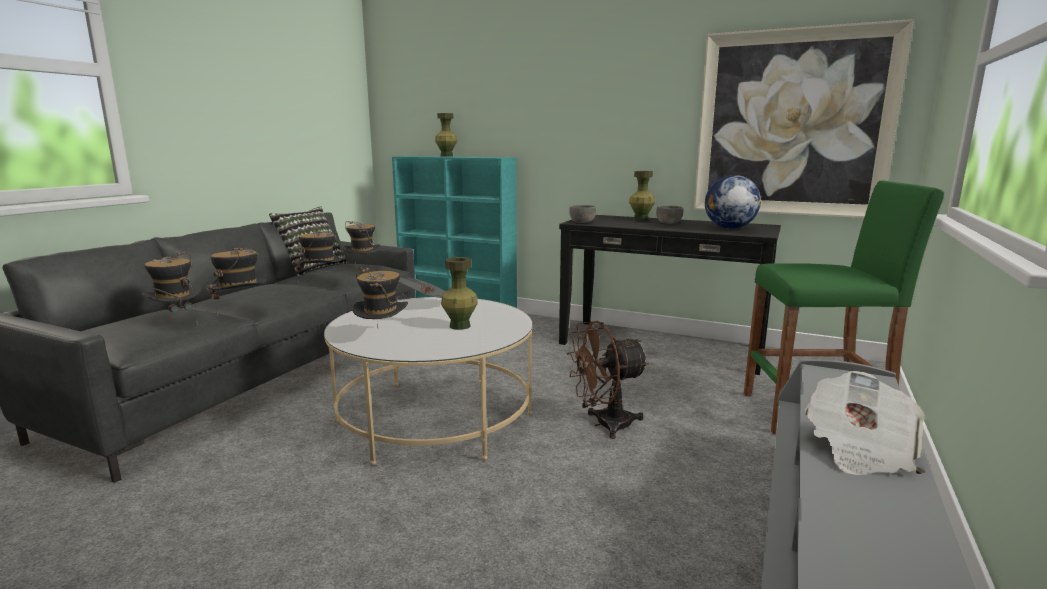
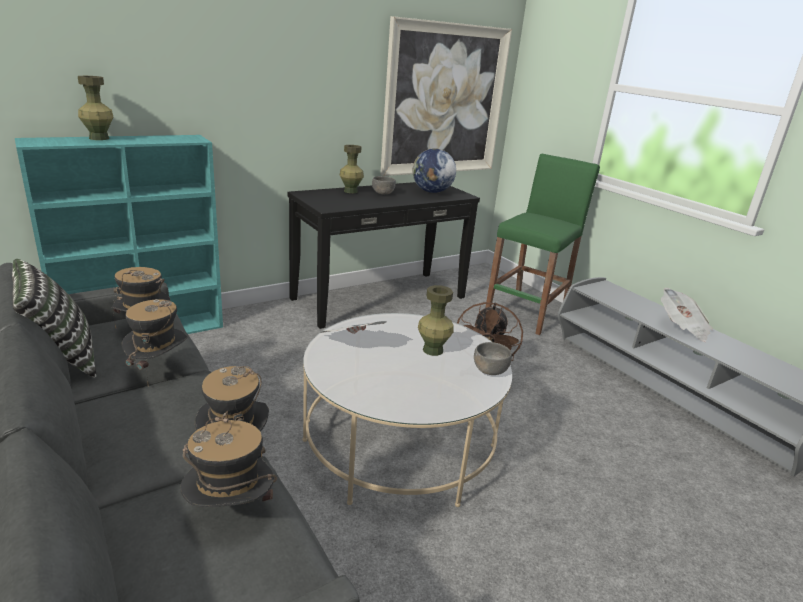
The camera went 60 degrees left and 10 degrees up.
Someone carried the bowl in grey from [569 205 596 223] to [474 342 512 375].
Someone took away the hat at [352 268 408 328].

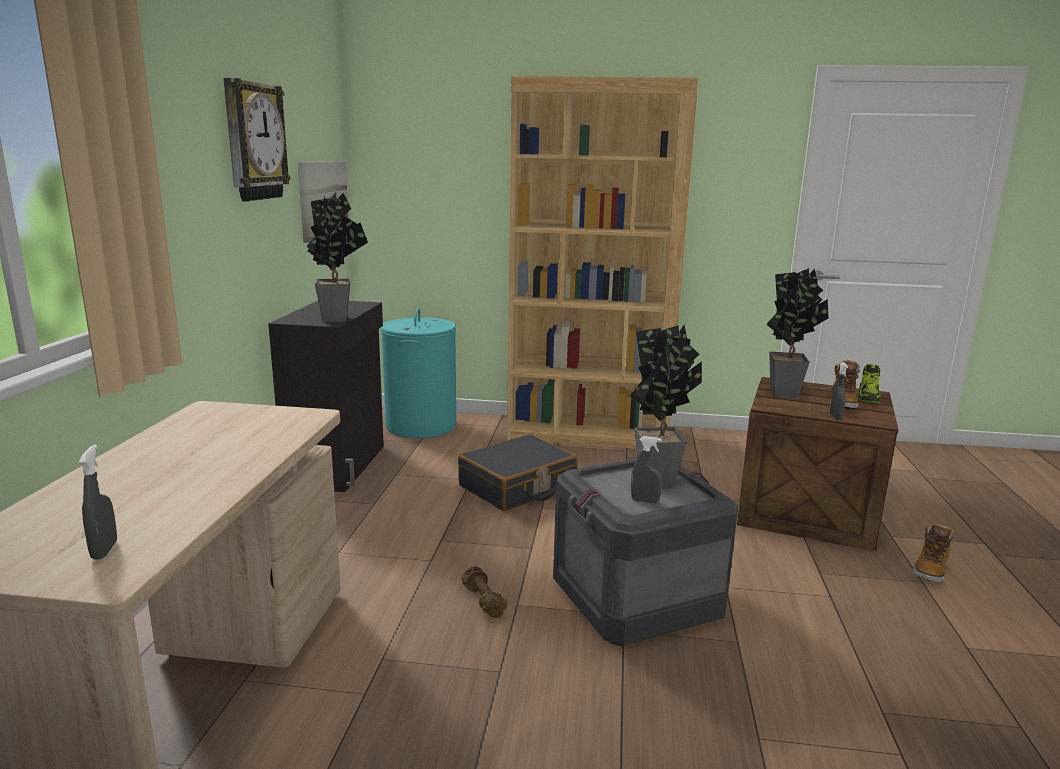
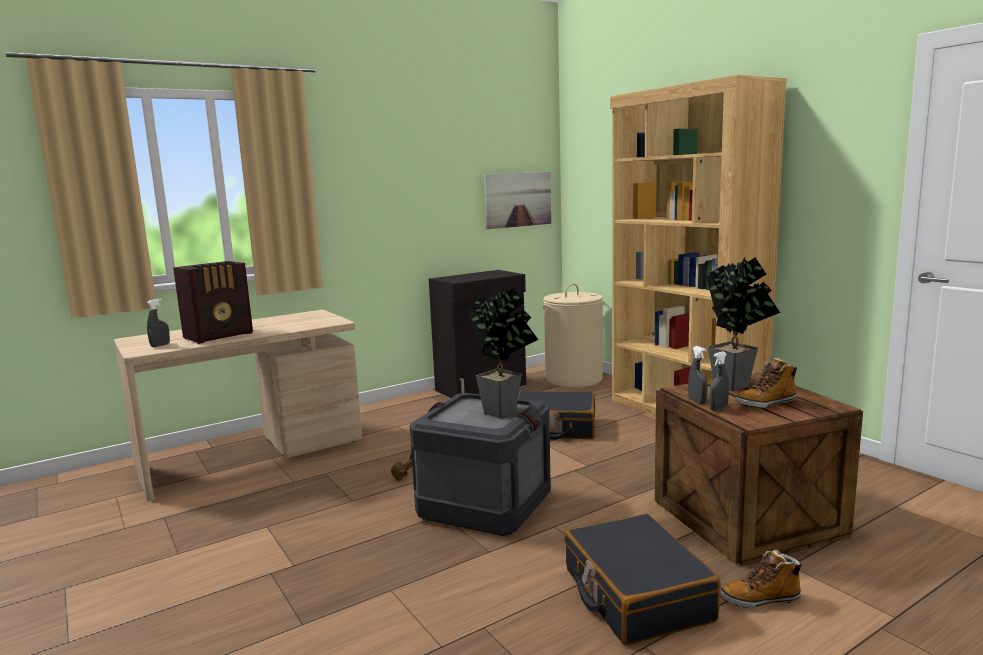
The camera went 50 degrees right and 5 degrees down.
Someone took away the wall clock at [223 78 291 201].
Someone took away the potted plant at [307 193 368 322].
Someone repainted the laundry basket in turquoise at [381 308 456 438], which became the laundry basket in beige at [543 283 603 387].
Someone took away the shoe at [858 364 881 404].
Someone carried the spray bottle in grey from [631 436 662 503] to [688 346 708 404].
Someone put down the radio at [173 261 253 344].
Someone put down the suitcase in black at [564 514 721 645].

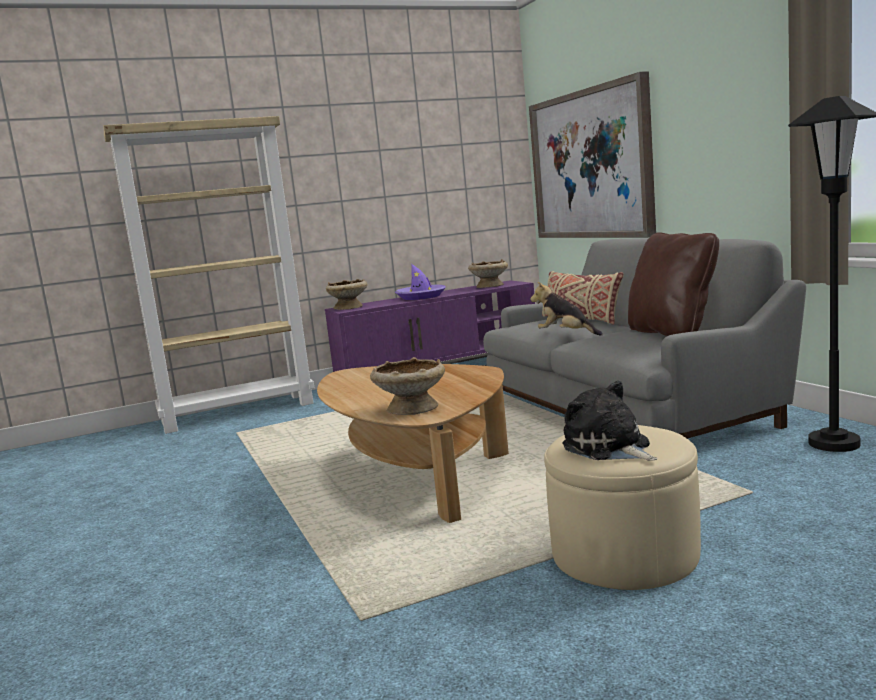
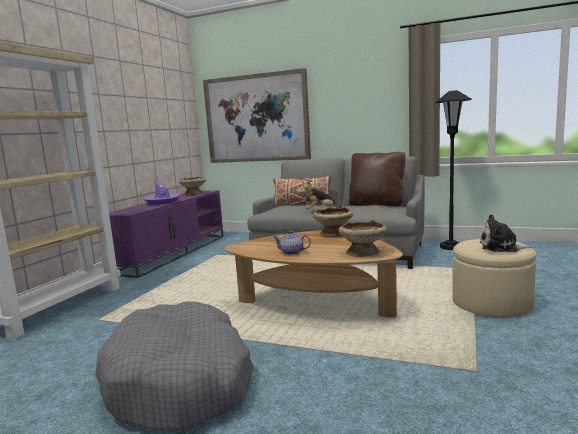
The camera went 45 degrees left and 0 degrees up.
Someone carried the bowl in beige from [326 279 368 310] to [313 207 353 237].
Someone put down the teapot at [272 230 311 255].
Someone put down the dog bed in grey at [96 302 254 432].

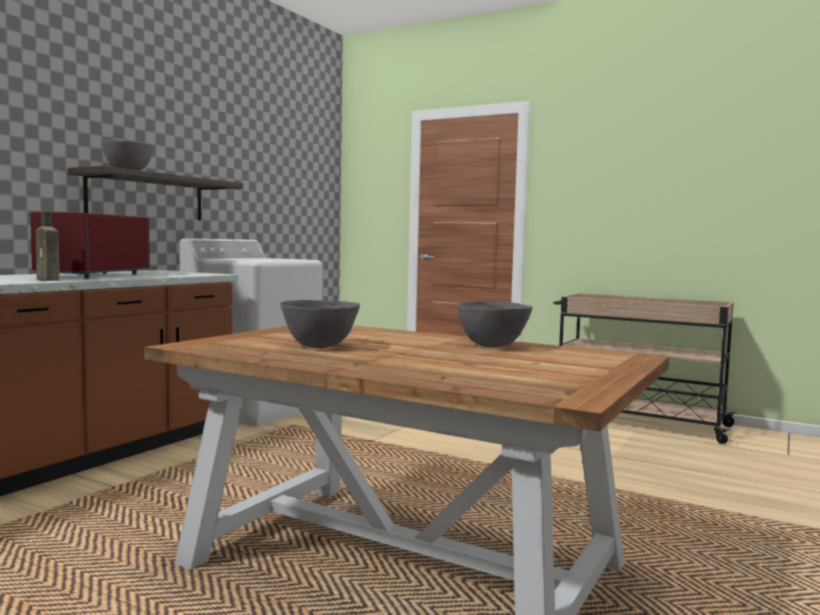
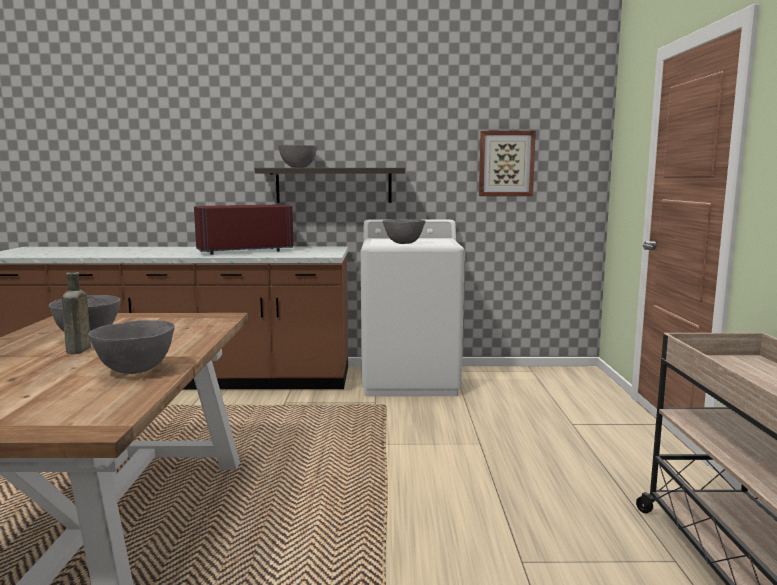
The camera went 60 degrees right and 5 degrees up.
Someone carried the bottle in brown from [36 211 60 281] to [62 272 91 354].
Someone put up the picture at [479 131 536 196].
Someone put down the bowl in grey at [383 219 425 244].

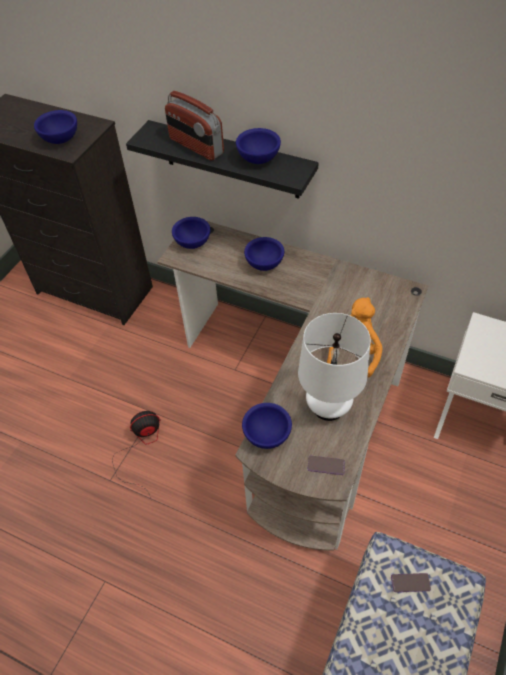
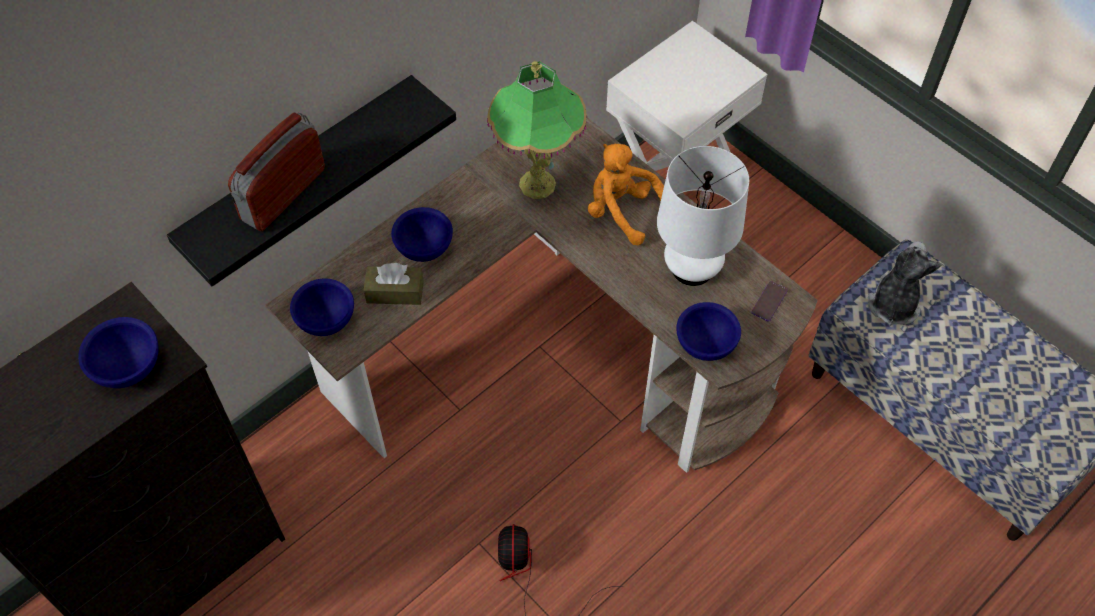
The camera went 70 degrees left and 5 degrees up.
Someone rotated the radio at [165 91 224 161] by 150 degrees clockwise.
Someone took away the bowl in blue at [236 128 281 164].
Someone swapped the phone at [391 573 431 592] for the plush toy at [868 241 942 326].
Someone put down the table lamp at [487 61 587 199].
Someone put down the tissue box in brown at [364 263 424 305].

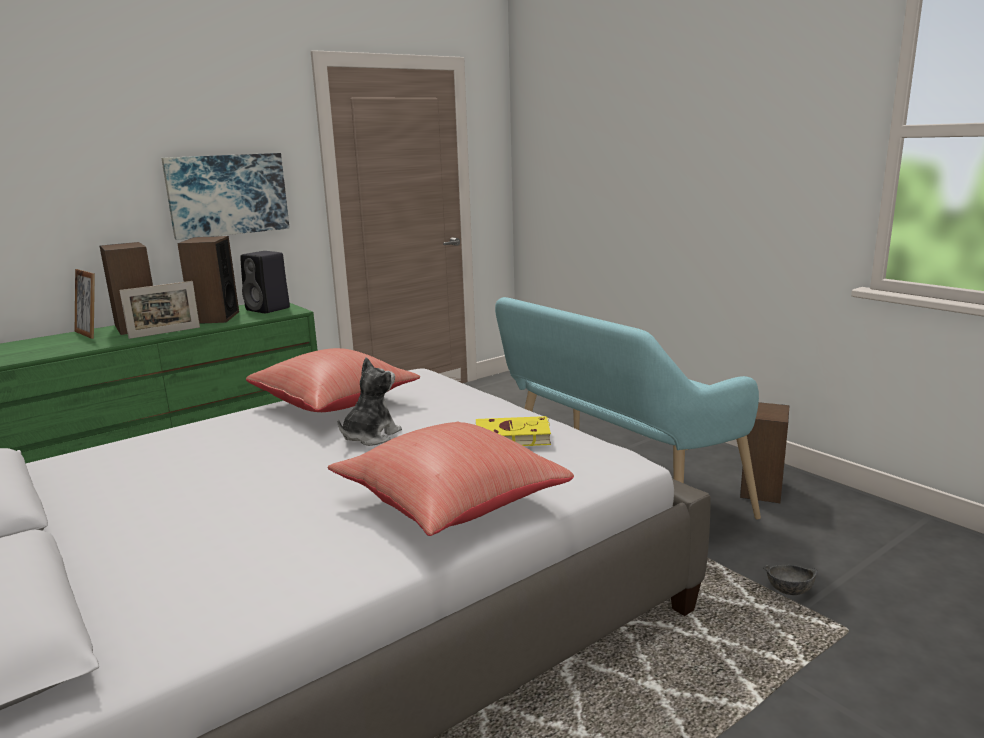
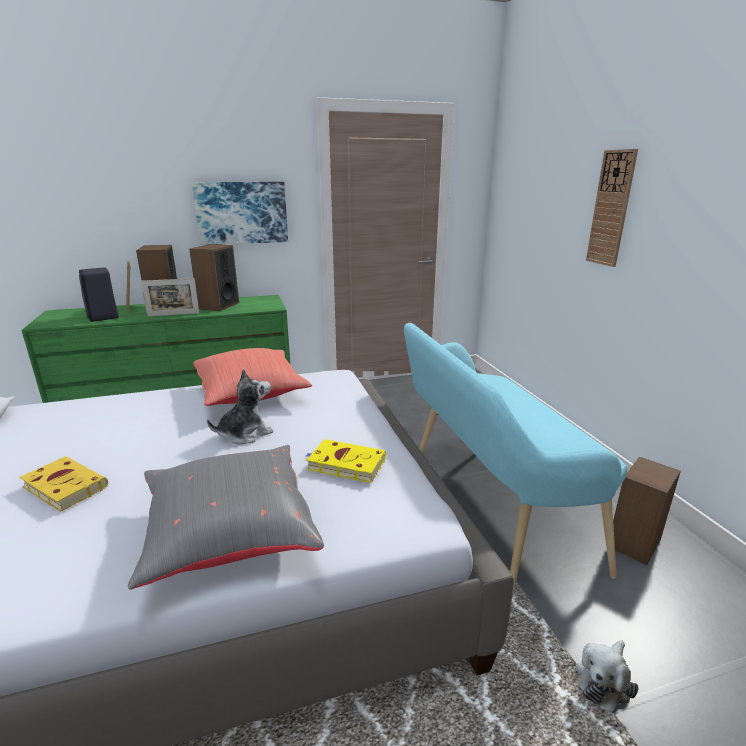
The camera went 20 degrees right and 5 degrees up.
Someone carried the speaker in black from [240 251 290 313] to [79 267 119 322].
Someone repainted the pillow in red at [328 422 574 536], which became the pillow in grey at [128 445 324 590].
Someone swapped the bowl in grey at [763 564 818 595] for the plush toy at [575 640 638 713].
Someone put up the wall clock at [586 149 638 267].
Someone put down the book in yellow at [19 456 108 512].

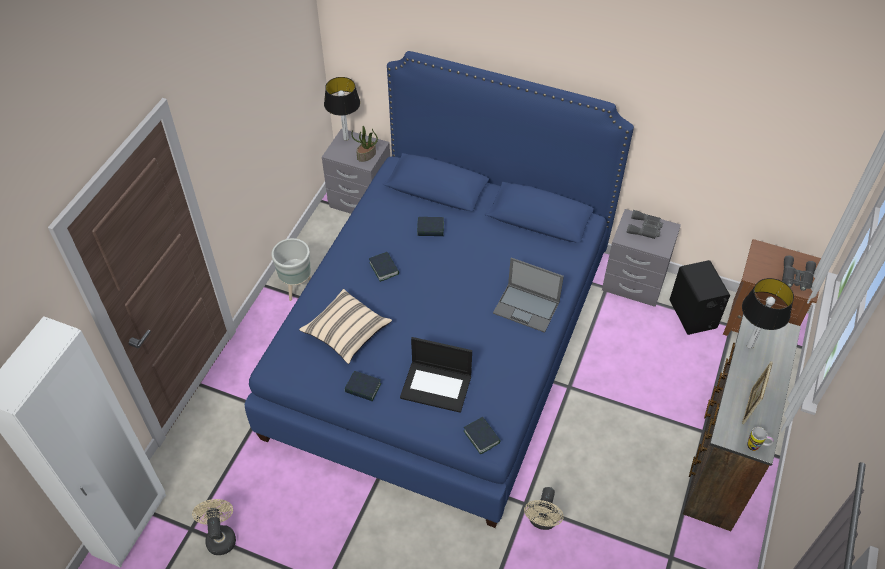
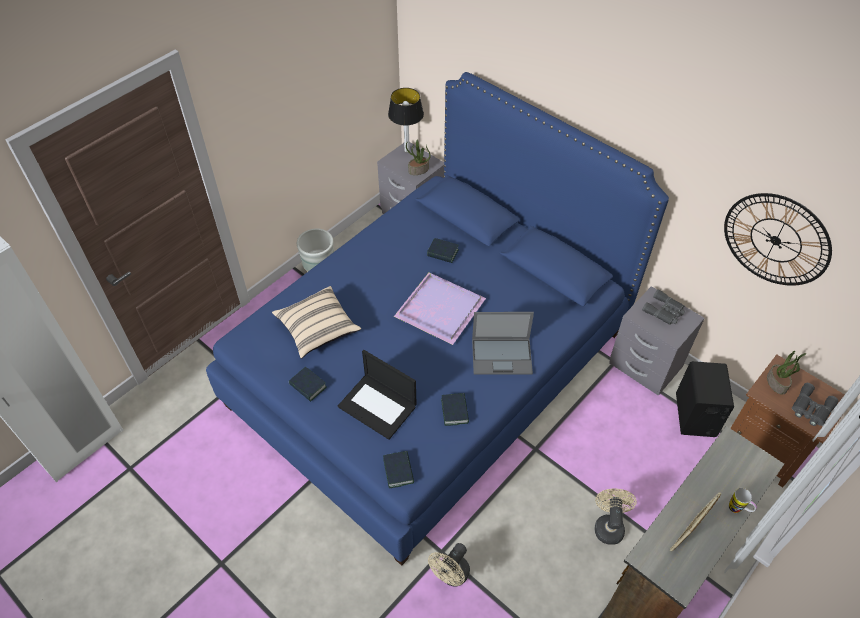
The camera went 20 degrees right and 0 degrees up.
Someone carried the book from [369 252 399 282] to [441 393 469 426].
Someone rotated the laptop at [493 258 564 333] by 45 degrees counterclockwise.
Someone took away the table lamp at [742 278 794 349].
Someone carried the mug from [747 427 773 451] to [729 488 757 513].
Someone carried the fan in beige from [192 499 236 555] to [595 489 637 545].
Someone put up the wall clock at [724 193 832 286].
Someone put down the tray in purple at [394 273 486 345].
Someone put down the potted plant at [767 351 807 395].

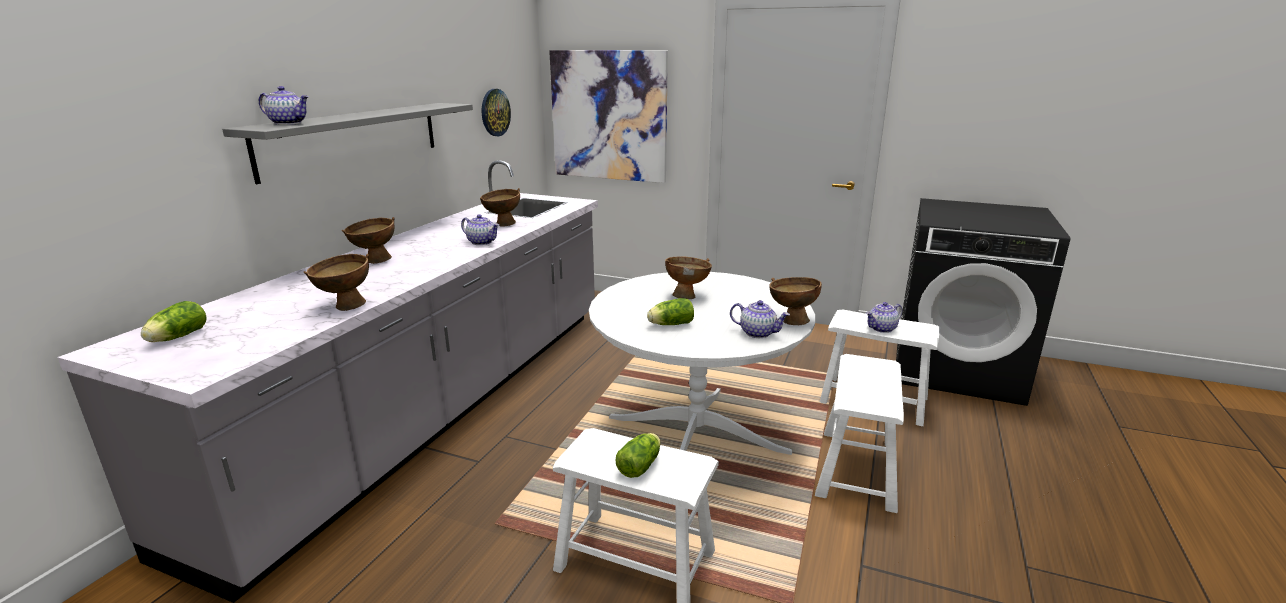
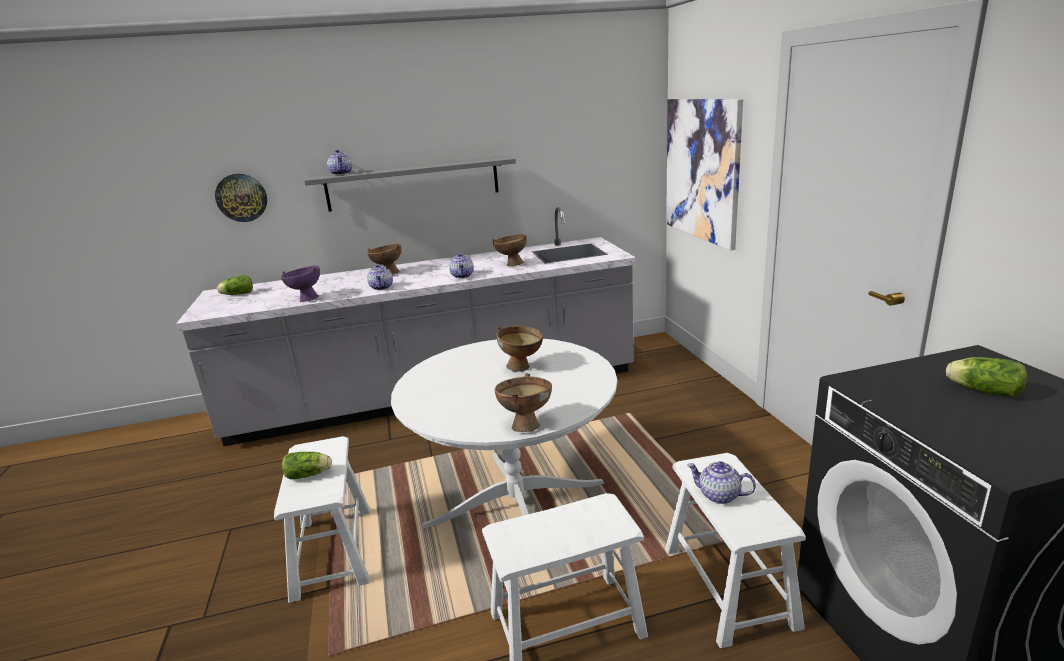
The camera went 55 degrees right and 0 degrees up.
Someone carried the wall clock from [482 89 511 136] to [215 174 267 222].
Someone repainted the bowl in brown at [304 254 369 311], which became the bowl in purple at [281 266 320 302].
Someone carried the lettuce from [647 298 694 325] to [946 357 1027 397].
Someone carried the teapot from [730 300 790 338] to [367 264 393 290].

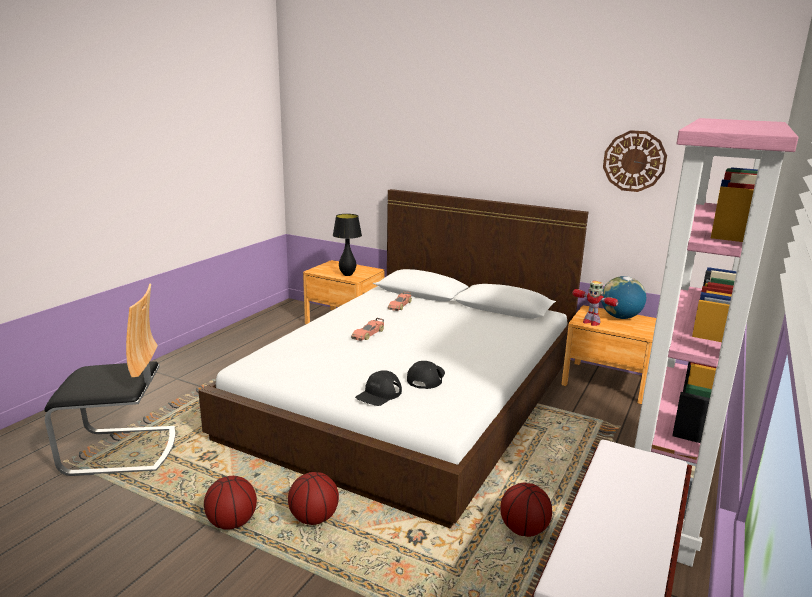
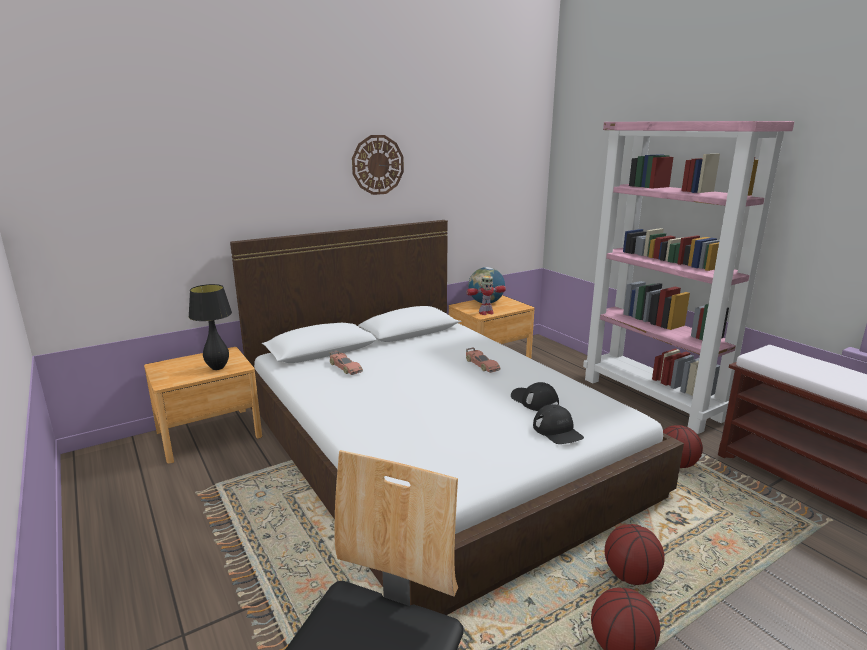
The camera went 60 degrees left and 0 degrees up.
Someone carried the wall clock from [603 130 667 192] to [352 135 404 195].
Someone carried the toy car from [351 318 384 341] to [466 347 500 373].

